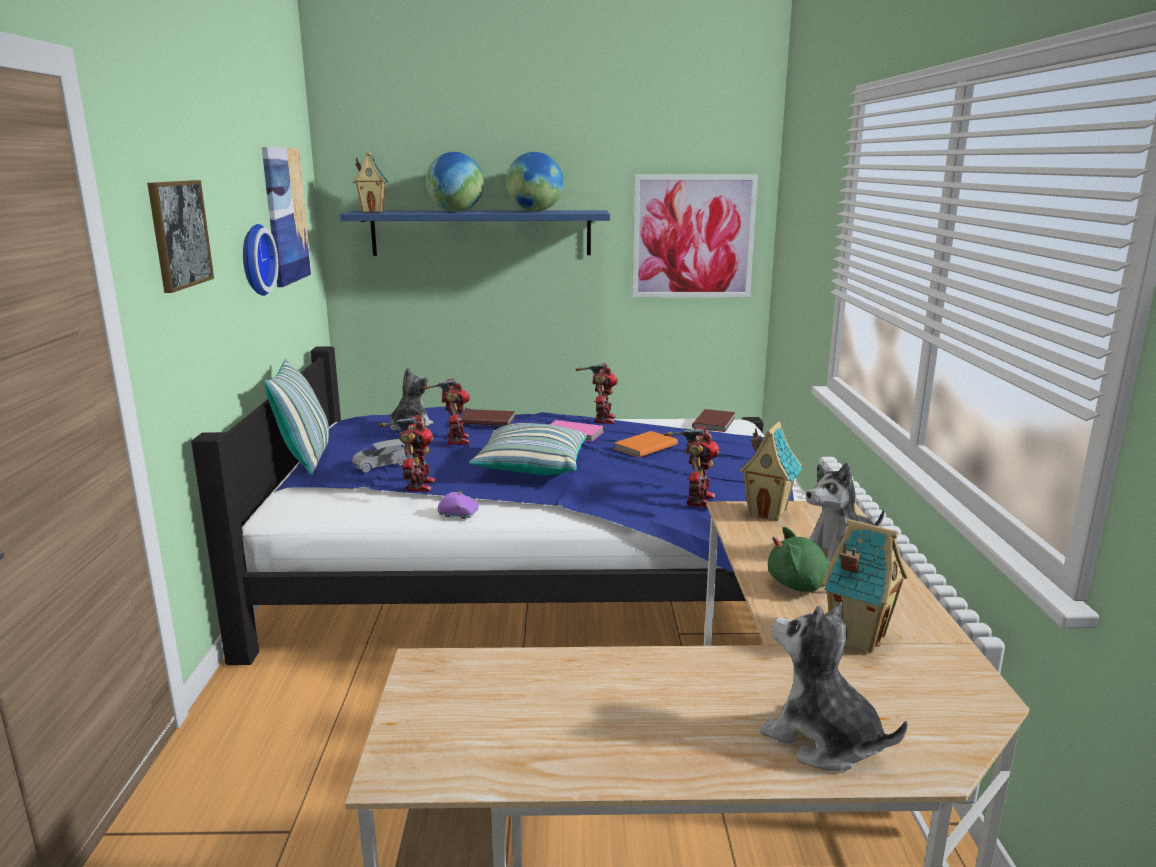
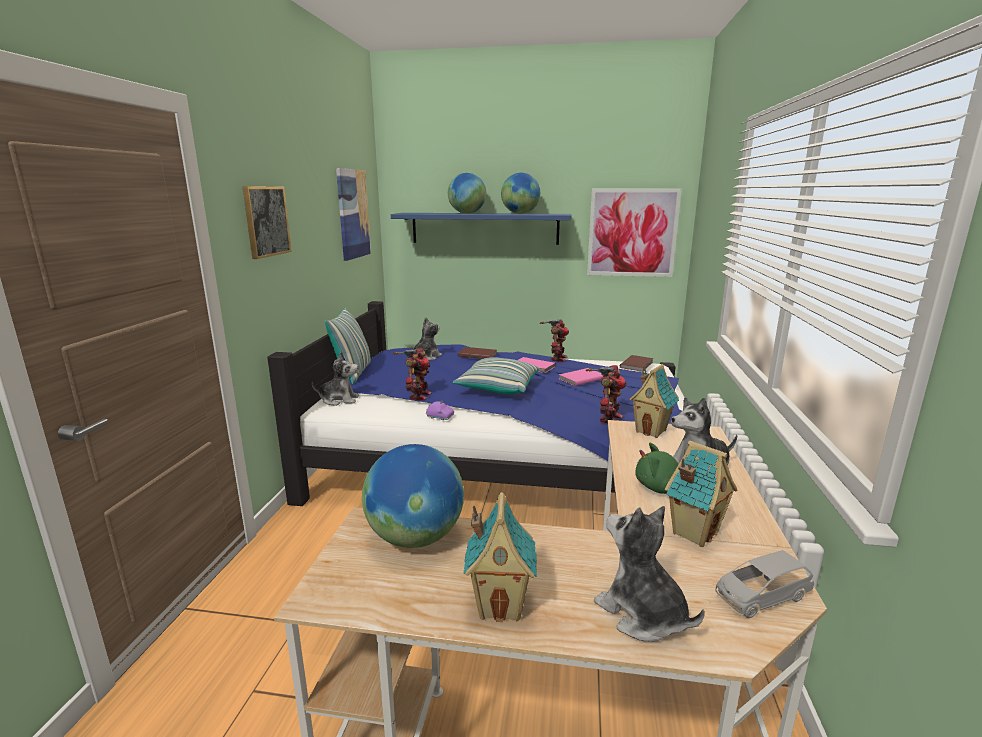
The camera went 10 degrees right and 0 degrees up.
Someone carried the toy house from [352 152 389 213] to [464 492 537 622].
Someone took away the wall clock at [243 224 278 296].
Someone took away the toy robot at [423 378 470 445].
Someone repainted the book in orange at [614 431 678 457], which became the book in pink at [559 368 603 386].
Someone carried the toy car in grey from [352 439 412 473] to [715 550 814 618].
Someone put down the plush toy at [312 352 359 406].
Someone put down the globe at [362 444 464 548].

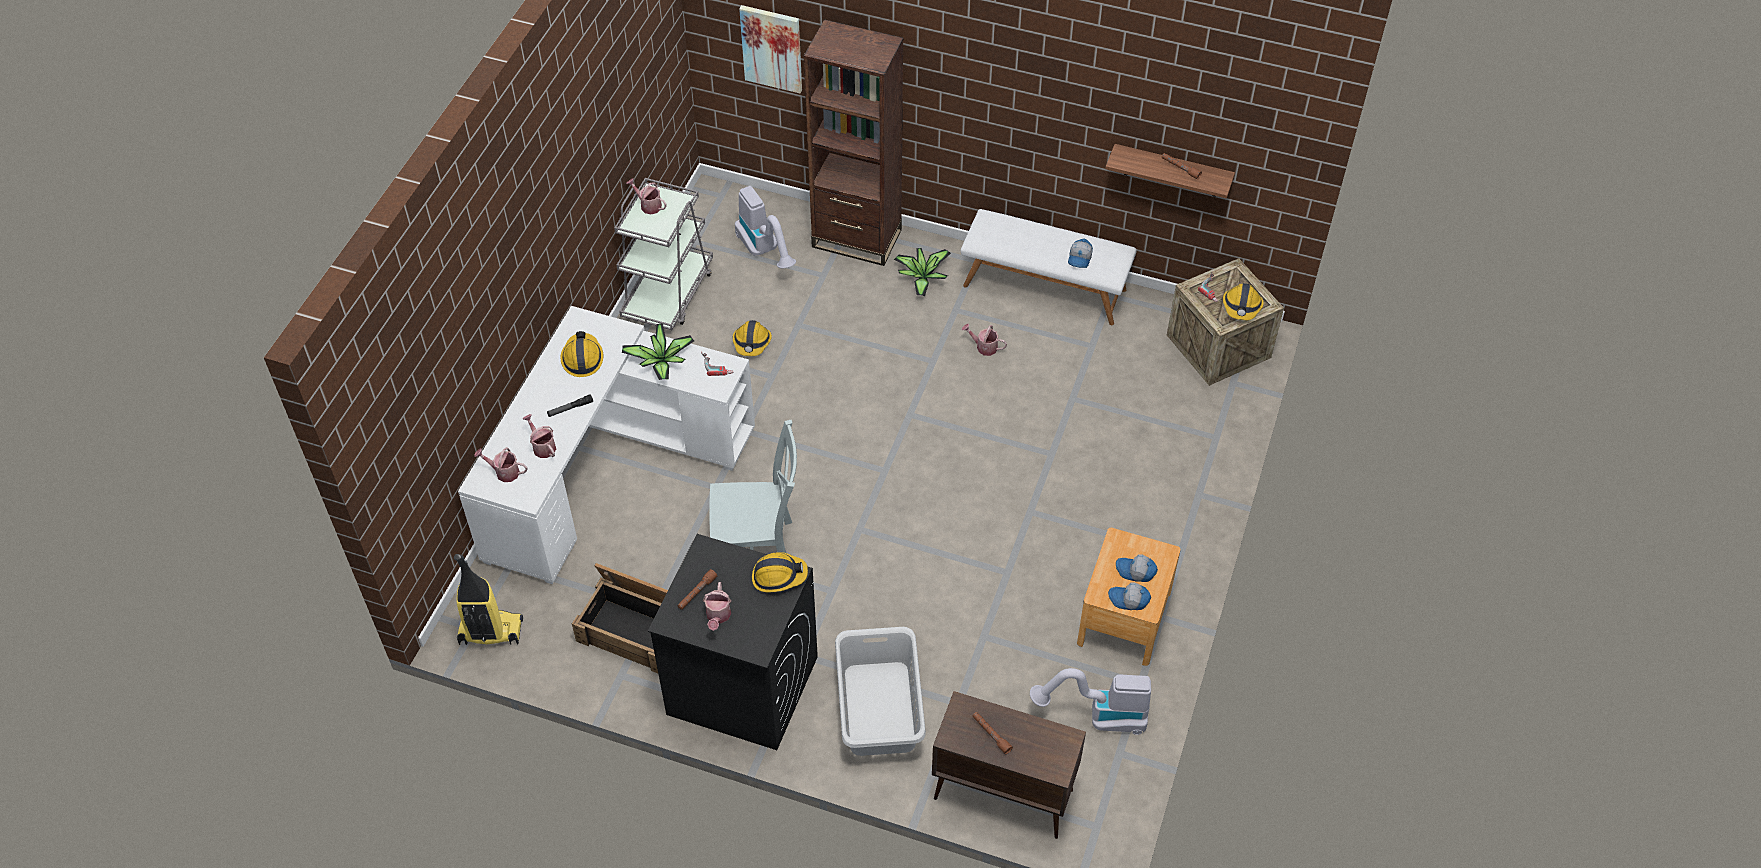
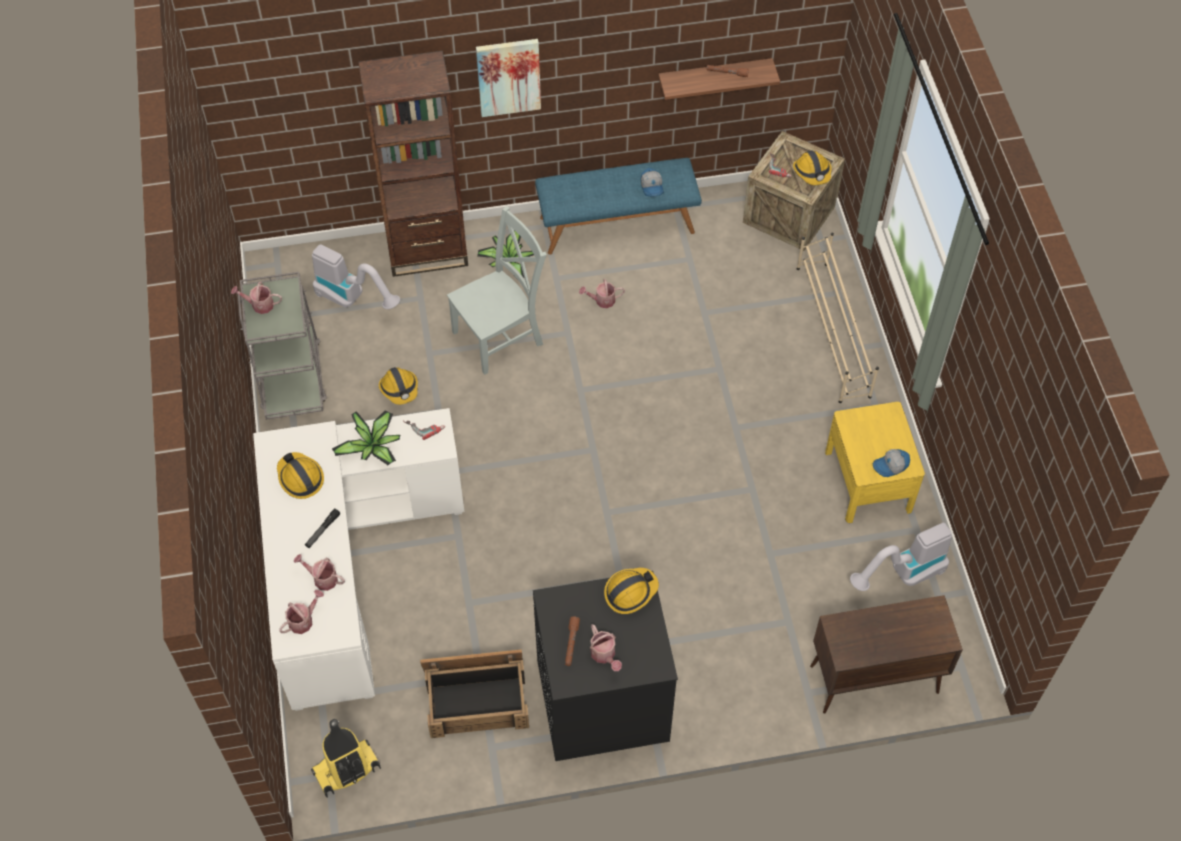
The camera went 30 degrees left and 5 degrees up.
Someone carried the picture from [739 5 802 93] to [476 39 541 117].
Someone repainted the bench in white at [961 209 1137 325], which became the bench in blue at [535 158 702 255].
Someone carried the chair in grey from [709 420 797 553] to [447 206 547 375].
Someone rotated the watering can at [474 447 528 482] by 150 degrees clockwise.
Someone repainted the nightstand in brown at [1077 528 1181 666], which became the nightstand in yellow at [825 402 925 523].
Someone took away the cap at [1116 554 1158 582].
Someone took away the laundry basket in grey at [835 627 926 756].
Someone took away the flashlight in brown at [972 712 1013 754].
Someone put down the shoe rack in beige at [797 232 879 403].

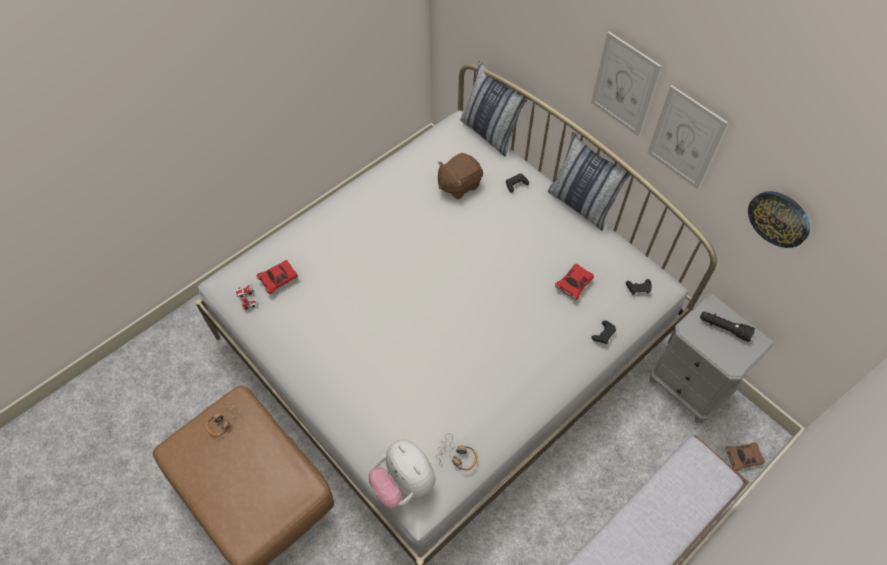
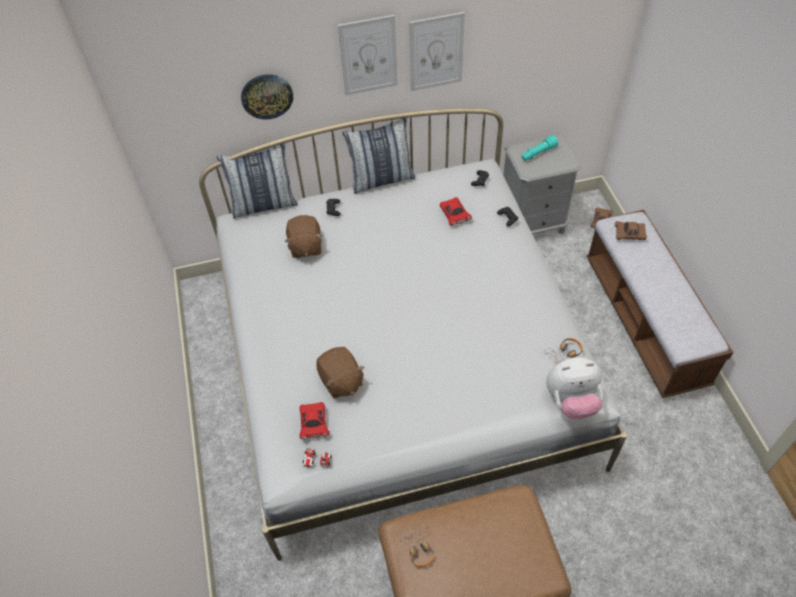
The camera went 60 degrees left and 5 degrees down.
Someone carried the wall clock from [748 191 810 248] to [241 74 293 119].
Someone repainted the flashlight in black at [700 312 755 342], which became the flashlight in turquoise at [522 135 558 160].
Someone put down the toy car in brown at [615 221 647 240].
Someone put down the plush toy in brown at [316 347 365 398].

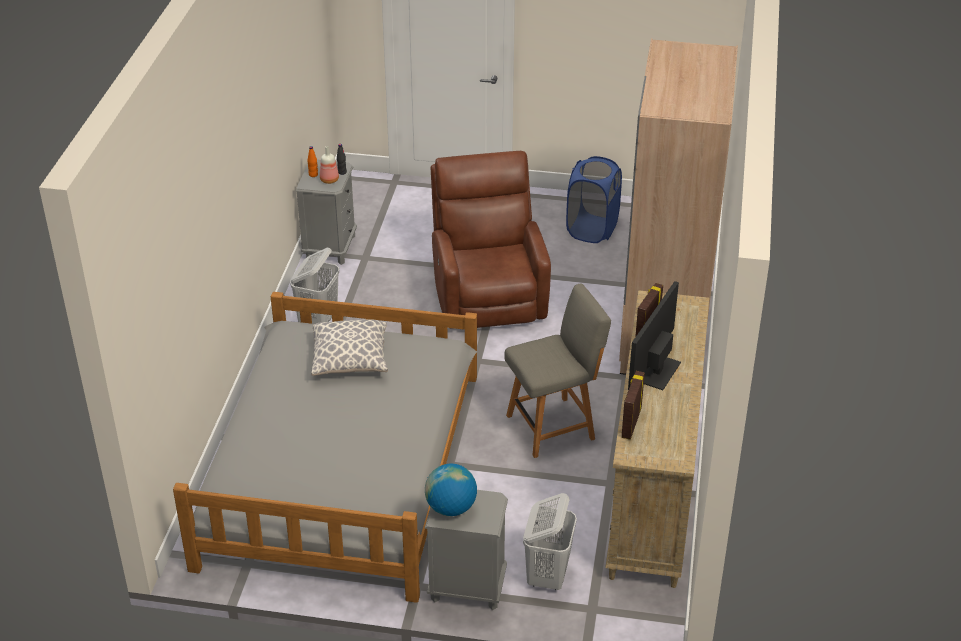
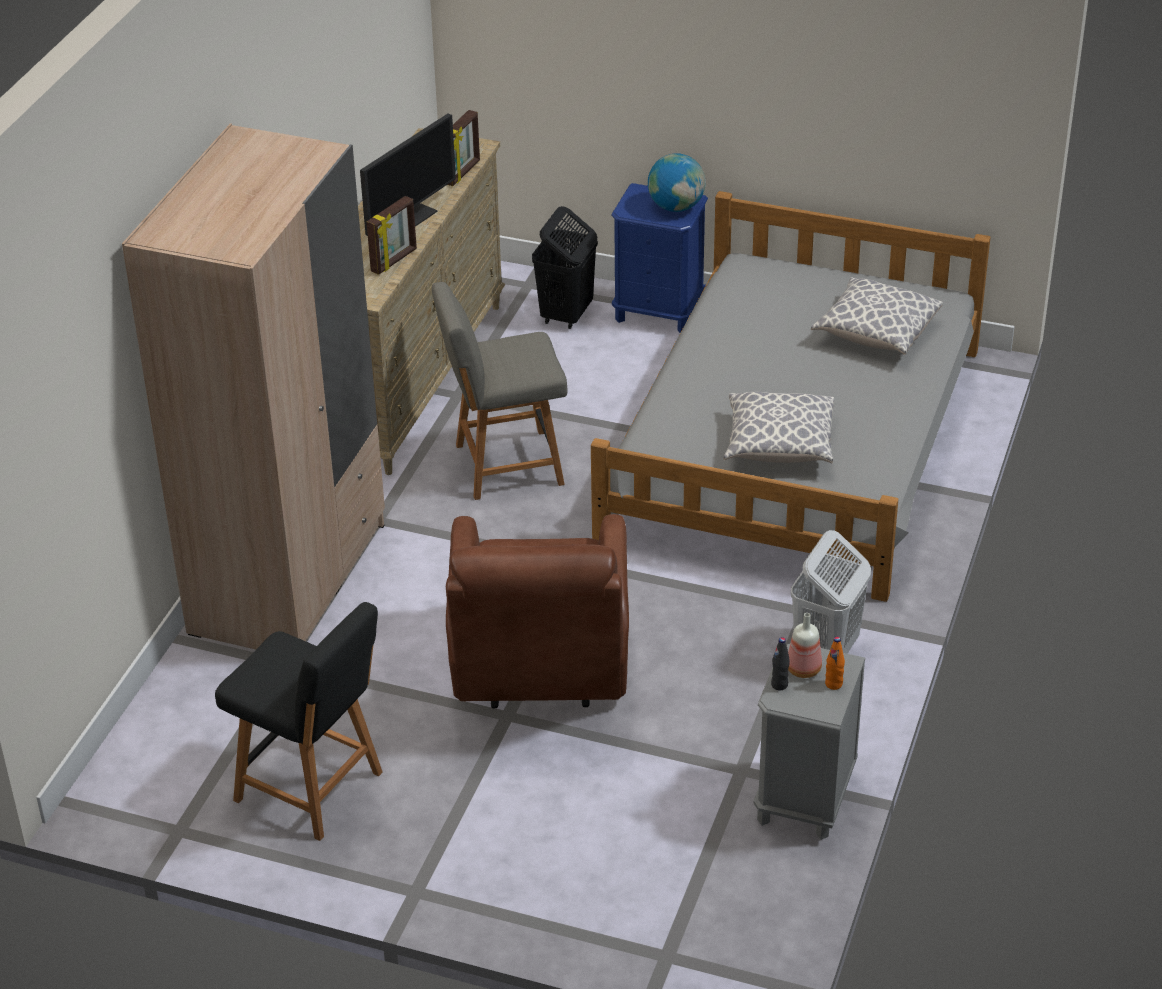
The camera went 170 degrees left and 0 degrees up.
Someone swapped the laundry basket in blue at [566 156 622 243] for the chair in black at [215 602 383 841].
Someone repainted the nightstand in grey at [425 490 508 610], which became the nightstand in blue at [611 183 708 333].
Someone repainted the laundry basket in white at [523 493 577 590], which became the laundry basket in black at [532 206 598 329].
Someone put down the pillow at [811 277 943 355].

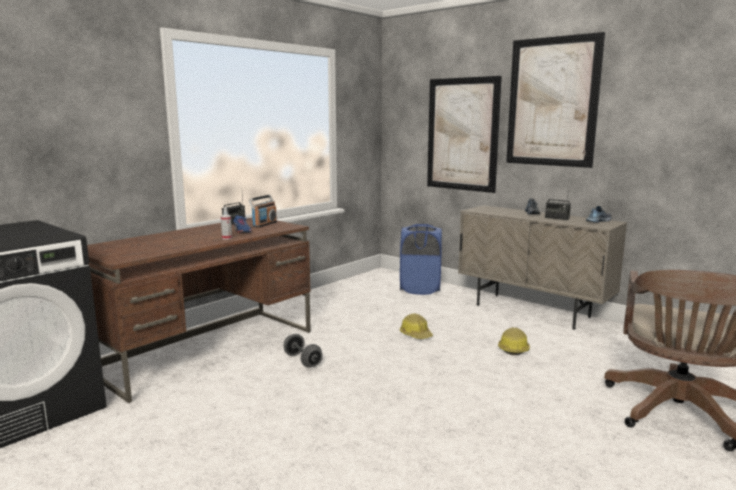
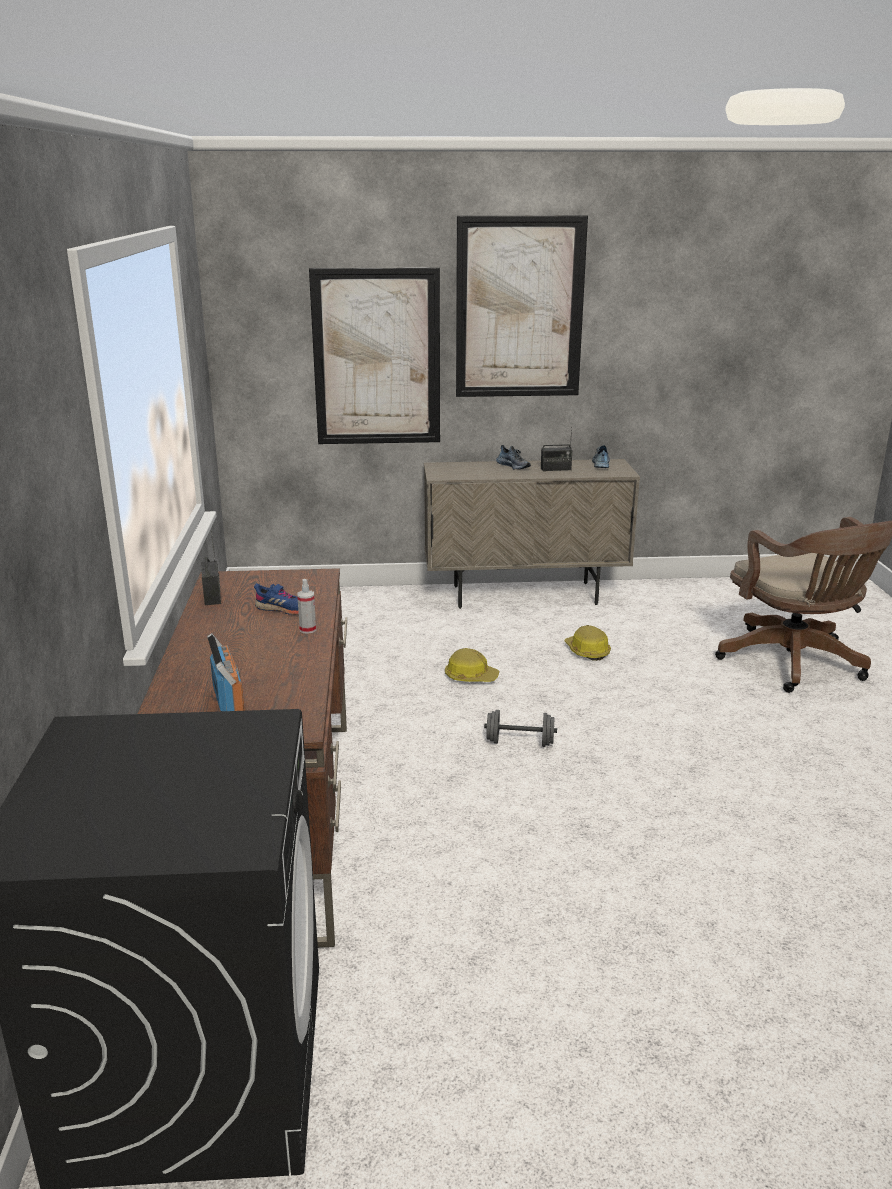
The camera went 45 degrees left and 10 degrees up.
Someone carried the radio from [249 195 277 227] to [207 633 245 711].
Someone took away the laundry basket in blue at [400 224 442 295].
Someone carried the dumbbell in grey from [284 334 323 368] to [484 710 557 747].

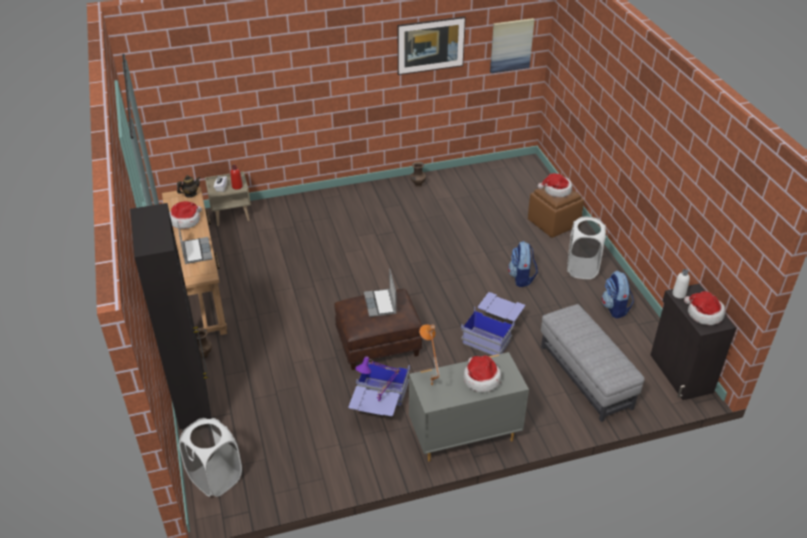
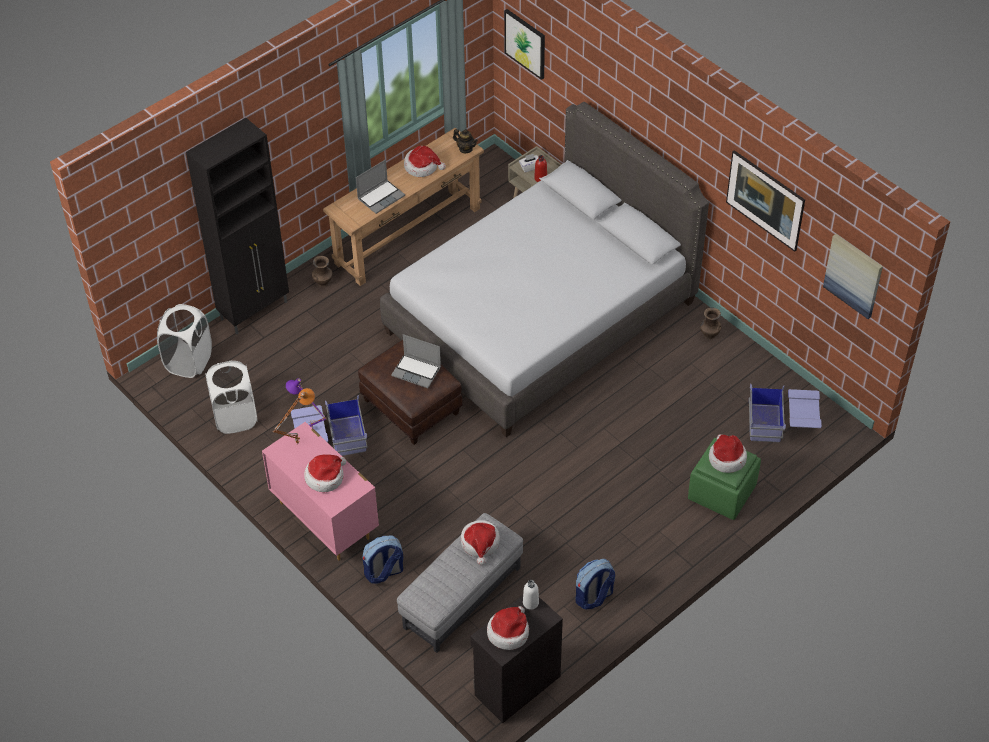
The camera went 65 degrees right and 10 degrees up.
Someone repainted the ottoman in brown at [528 186 584 238], which became the ottoman in green at [688 438 761 520].
Someone carried the laundry basket in white from [567 217 606 279] to [205 361 258 434].
Someone carried the backpack from [508 241 538 287] to [363 535 403 583].
Someone rotated the laptop at [364 268 397 317] by 120 degrees counterclockwise.
Someone carried the storage box in blue from [461 292 525 356] to [749 384 822 442].
Someone repainted the dresser in grey at [409 352 529 461], which became the dresser in pink at [262 422 379 561].
Someone put up the picture at [504 9 545 80].
Someone put down the bed in grey at [380 102 709 437].
Someone put down the hat at [461 520 500 565].

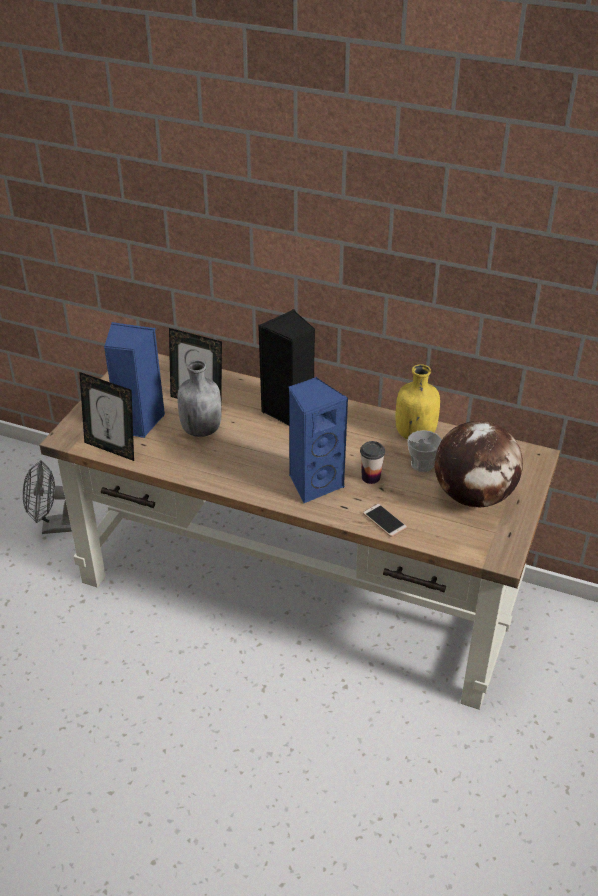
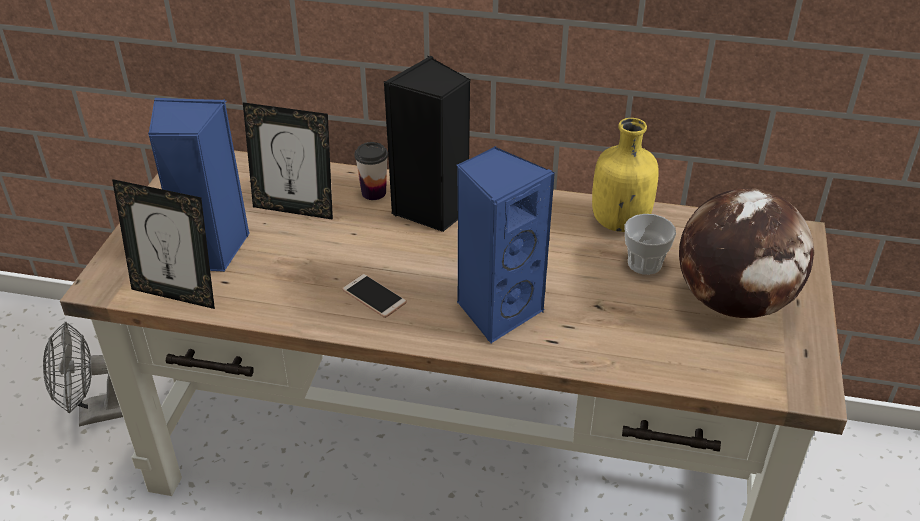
The camera went 10 degrees left and 0 degrees up.
Someone took away the bottle in grey at [177 360 222 437].
Someone carried the cup from [360 441 385 484] to [355 142 388 200].
Someone carried the phone from [363 504 407 537] to [342 274 407 318].

